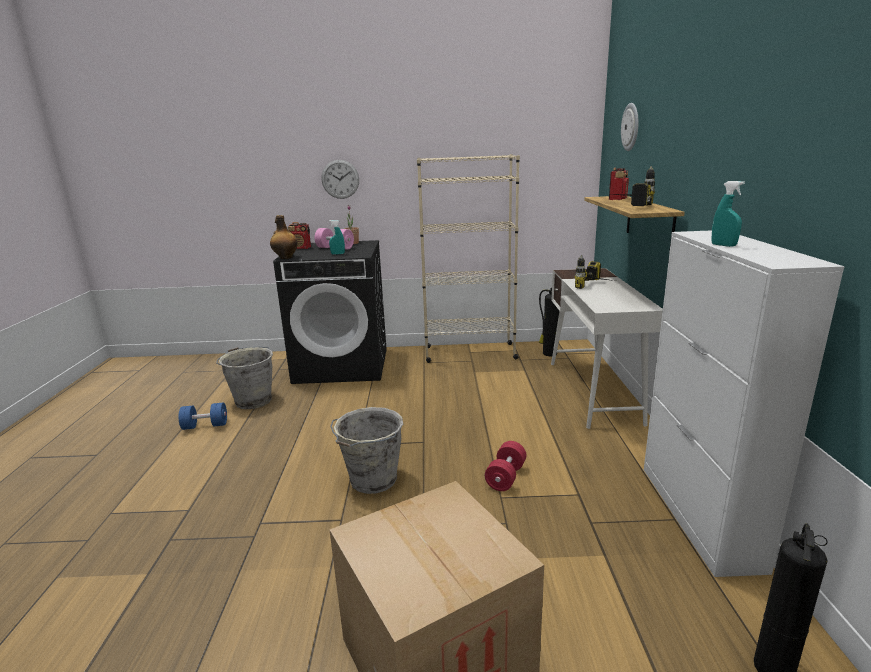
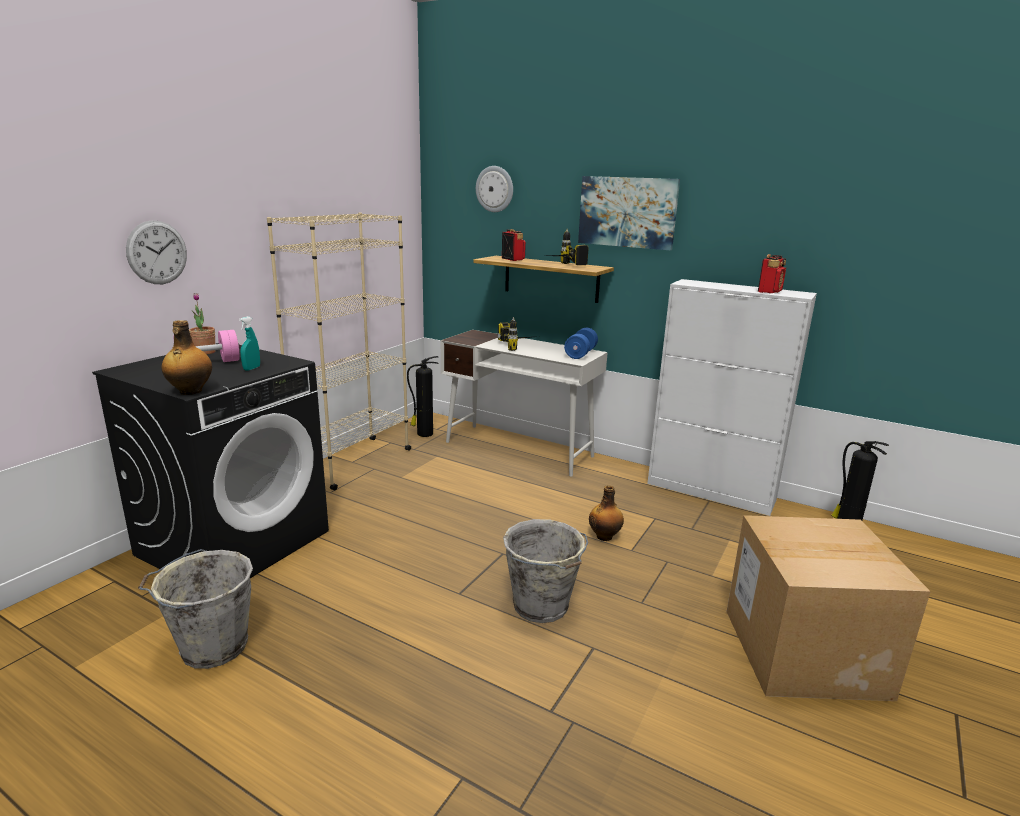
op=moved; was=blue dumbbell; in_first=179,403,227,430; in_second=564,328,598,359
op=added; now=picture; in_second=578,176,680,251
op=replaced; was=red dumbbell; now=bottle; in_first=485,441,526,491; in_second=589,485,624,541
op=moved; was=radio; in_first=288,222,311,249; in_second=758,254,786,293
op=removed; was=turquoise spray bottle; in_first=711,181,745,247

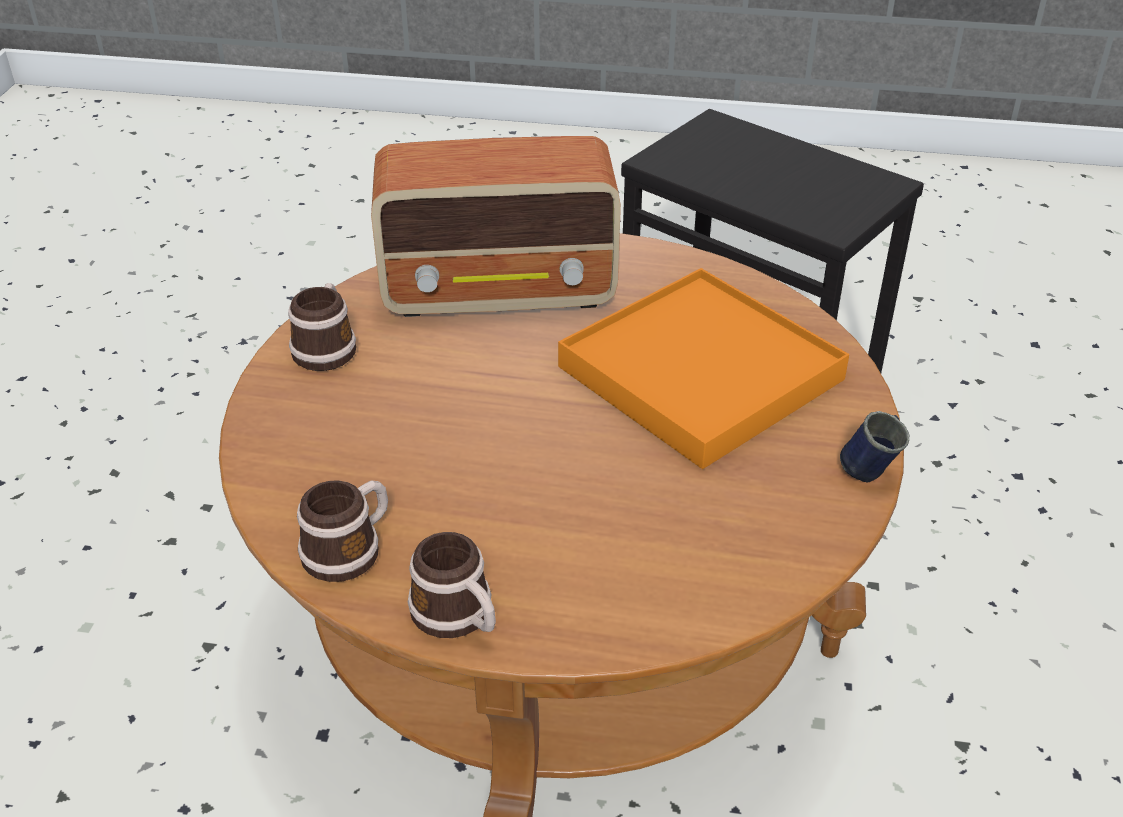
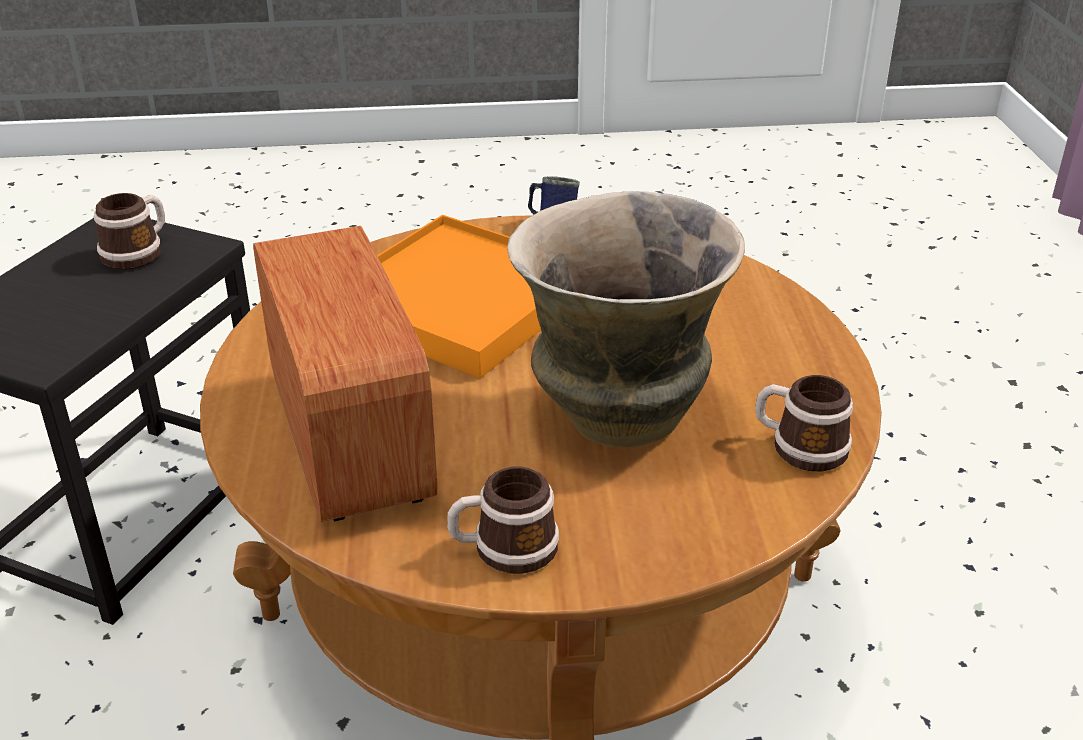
op=moved; was=mug; in_first=408,532,496,638; in_second=94,193,165,270
op=added; now=vase; in_second=507,191,745,447

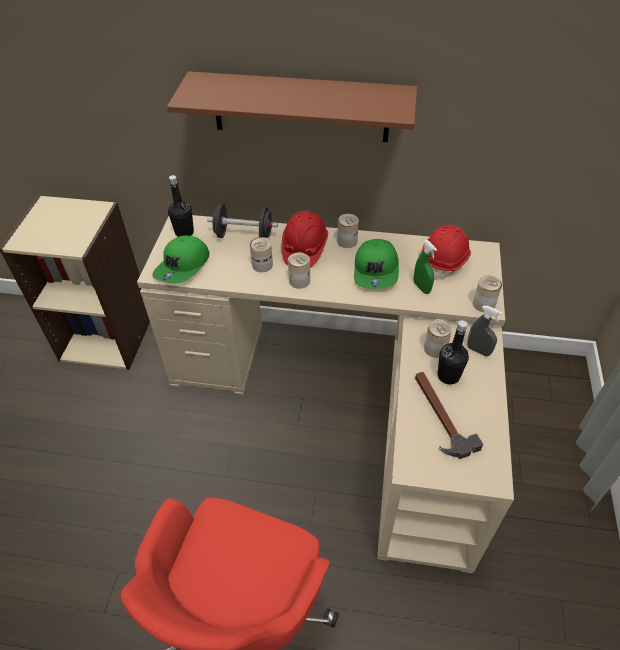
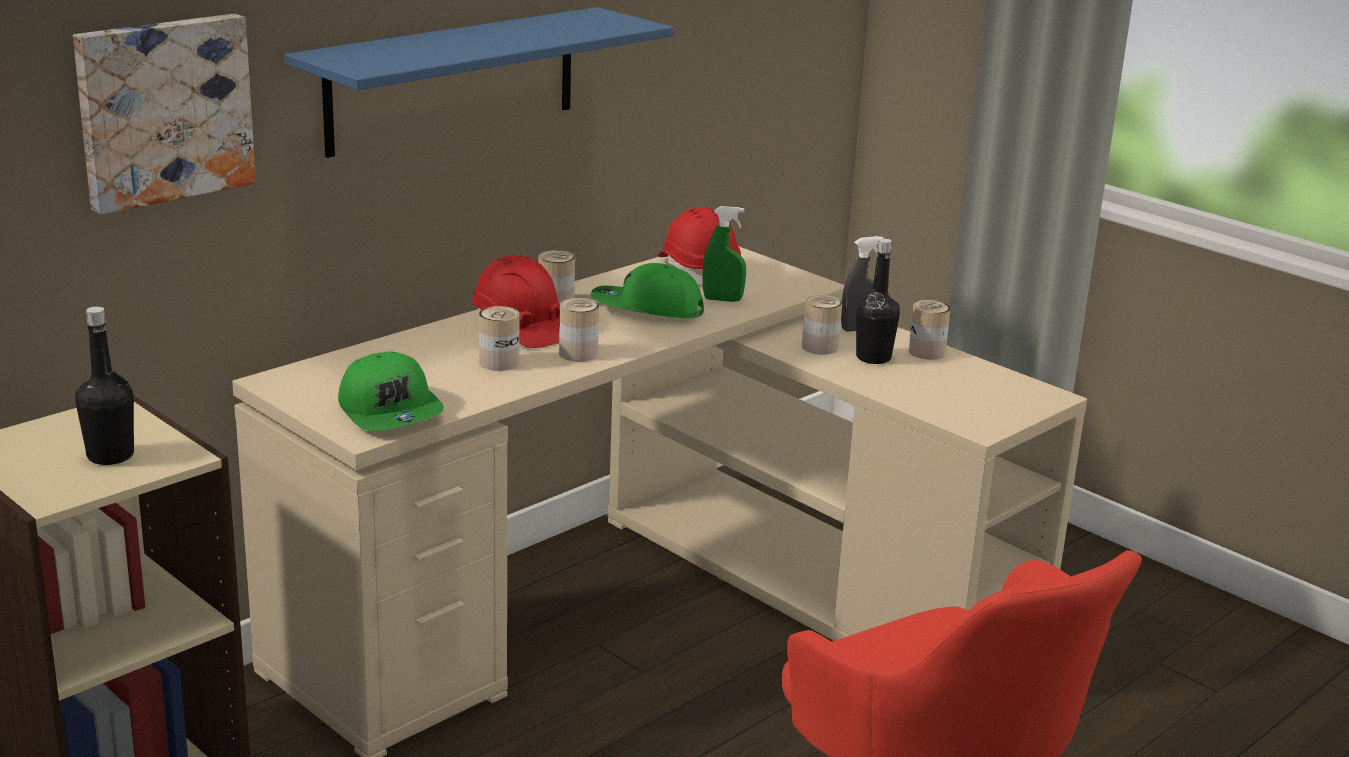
op=added; now=picture; in_second=73,14,256,215
op=moved; was=black bottle; in_first=168,175,194,237; in_second=75,306,134,465
op=recoloured; was=brown shelf; now=blue shelf; in_first=167,71,417,142; in_second=284,7,673,158
op=turned; was=green cap; in_first=354,239,399,289; in_second=591,263,704,318; clockwise=150
op=moved; was=can; in_first=473,275,502,312; in_second=908,300,951,360
op=removed; was=black dumbbell; in_first=207,204,278,238
op=removed; was=hammer; in_first=415,372,483,459

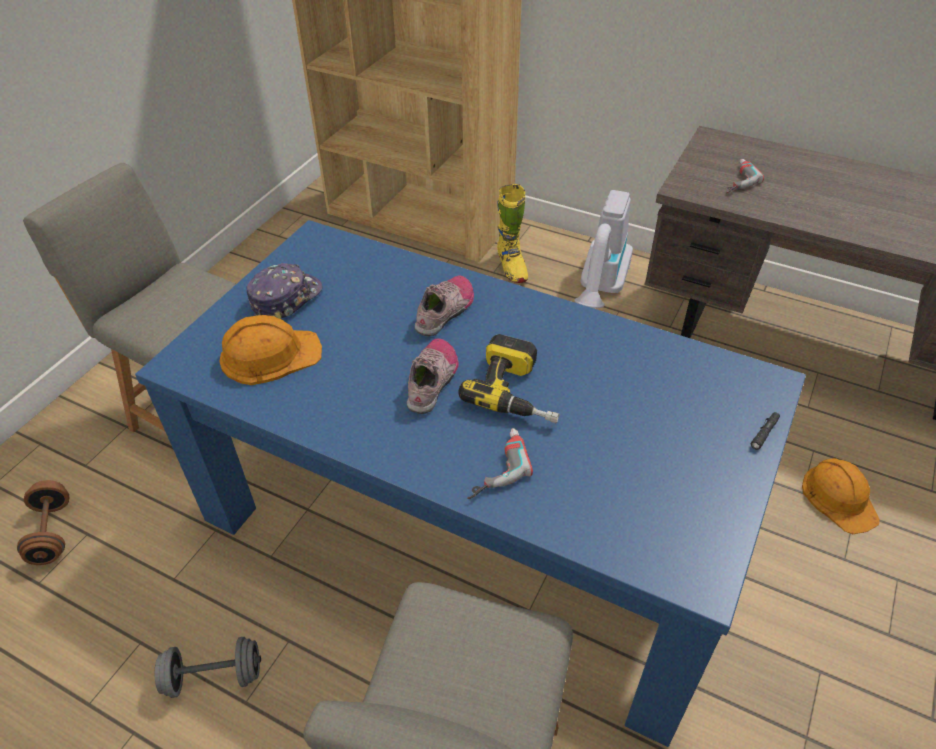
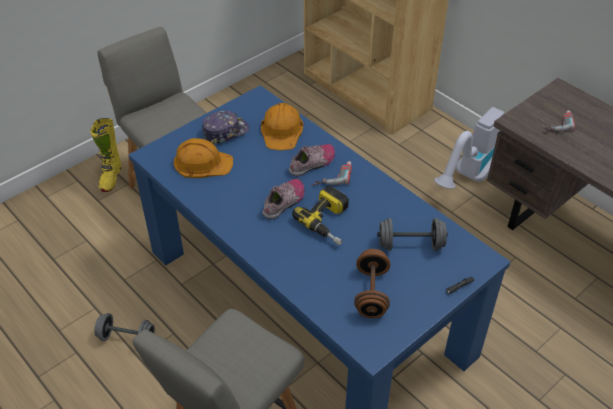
op=moved; was=yellow boot; in_first=497,184,528,283; in_second=91,118,121,192
op=moved; was=orange hard hat; in_first=802,458,880,534; in_second=261,103,303,150
op=moved; was=power drill; in_first=467,428,533,499; in_second=311,161,352,185
op=moved; was=brown dumbbell; in_first=17,480,69,565; in_second=354,249,390,318
op=added; now=grey dumbbell; in_second=377,218,448,251

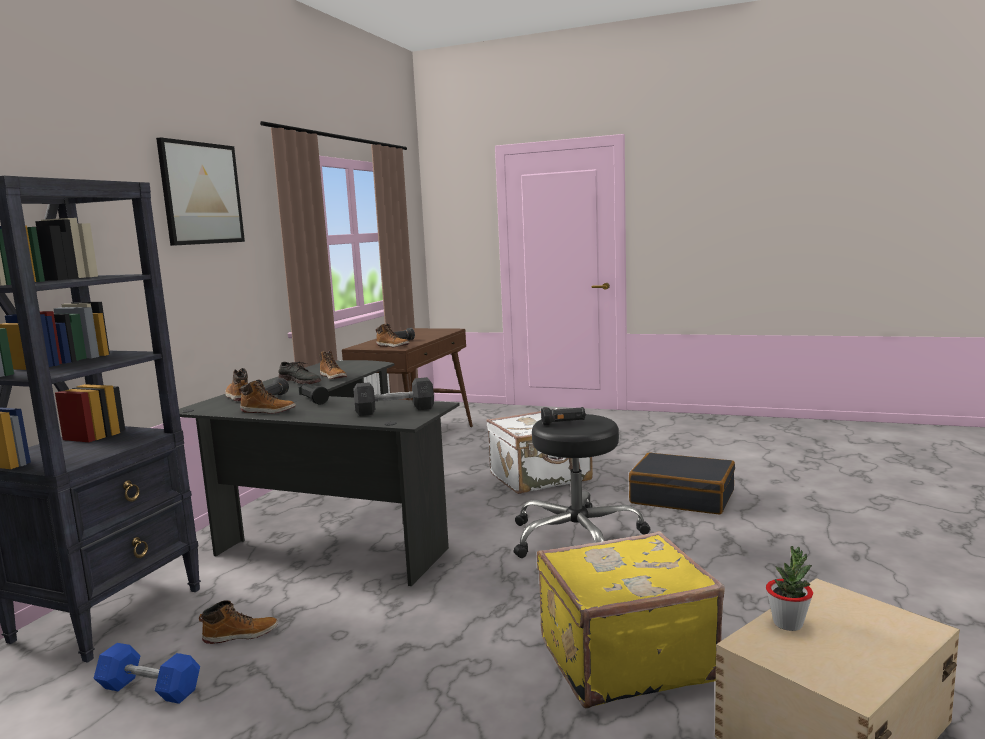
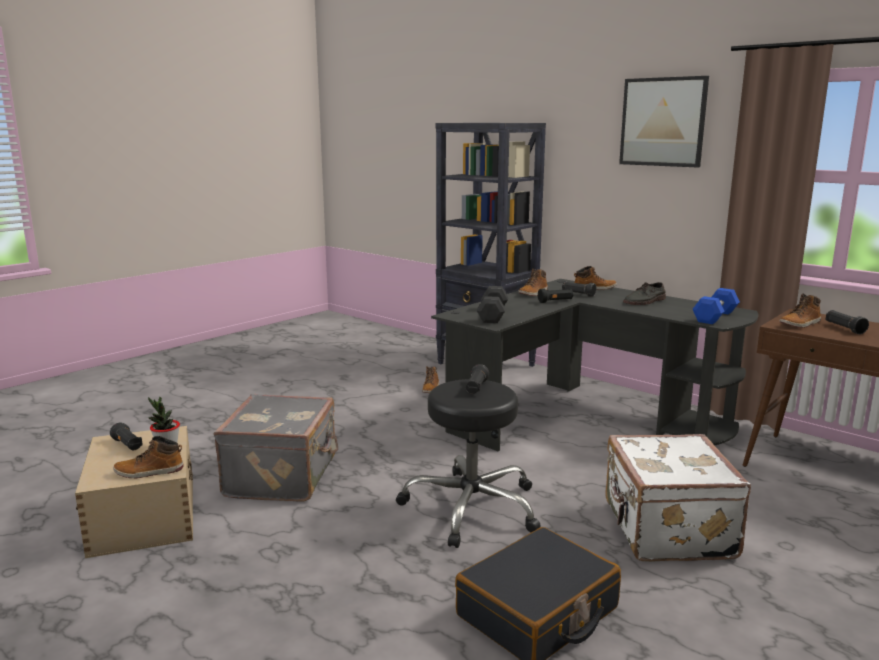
op=added; now=black flashlight; in_second=110,422,143,450
op=moved; was=boot; in_first=319,350,347,379; in_second=113,436,183,479
op=recoloured; was=yellow suitcase; now=grey suitcase; in_first=537,531,725,709; in_second=214,394,338,502
op=moved; was=blue dumbbell; in_first=93,643,200,704; in_second=693,288,740,324

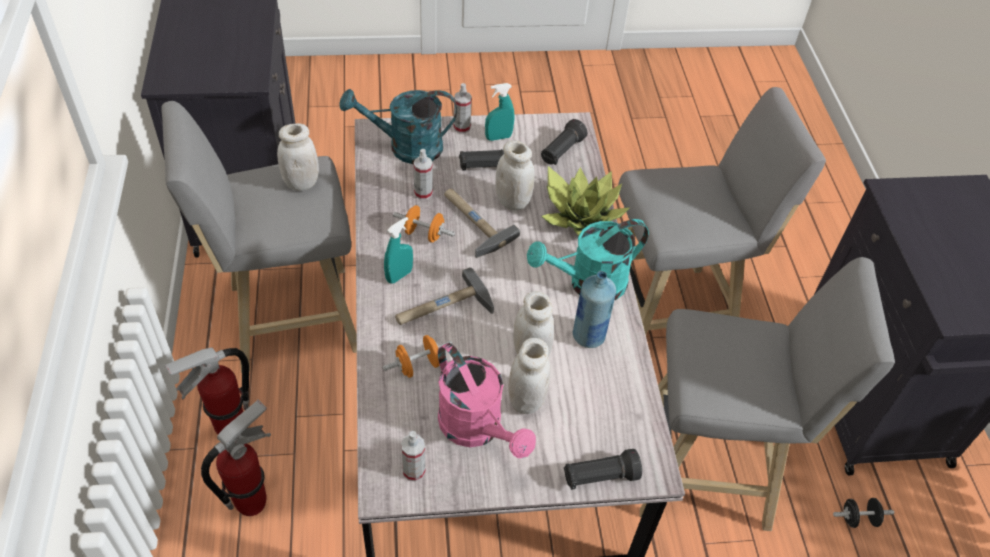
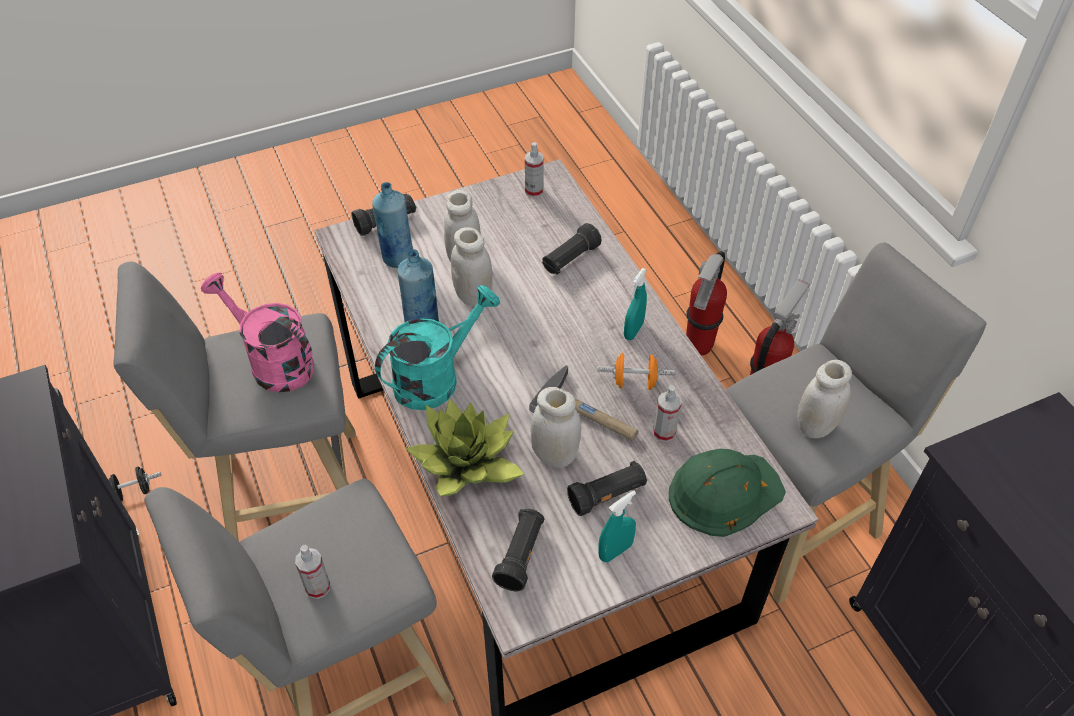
op=moved; was=pink watering can; in_first=438,343,536,458; in_second=201,272,314,393
op=moved; was=spray bottle; in_first=454,83,472,133; in_second=295,545,330,599
op=added; now=blue bottle; in_second=372,182,413,268
op=replaced; was=orange dumbbell; now=black flashlight; in_first=383,335,452,378; in_second=542,223,601,275
op=replaced; was=turquoise watering can; now=green hard hat; in_first=339,89,457,164; in_second=669,449,786,537
op=removed; was=hammer; in_first=395,267,494,325

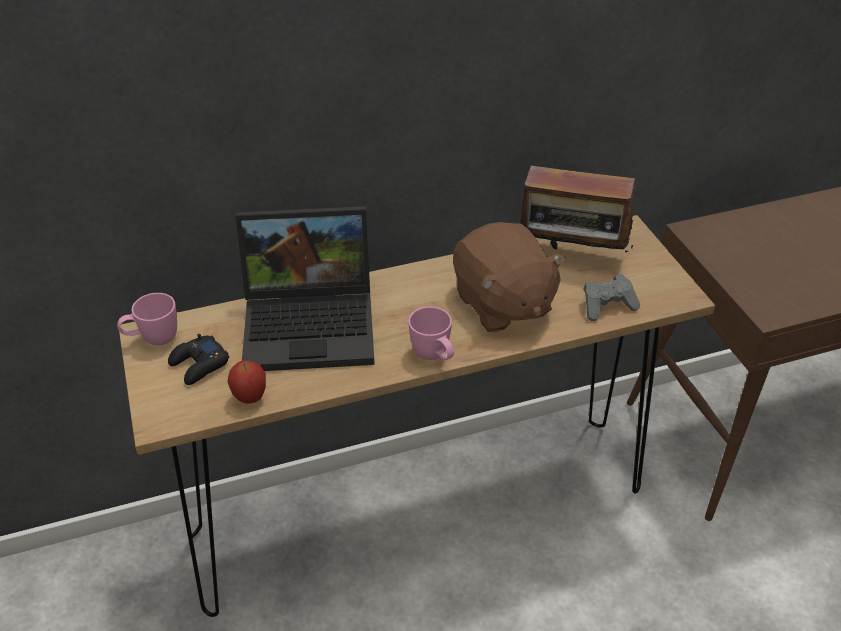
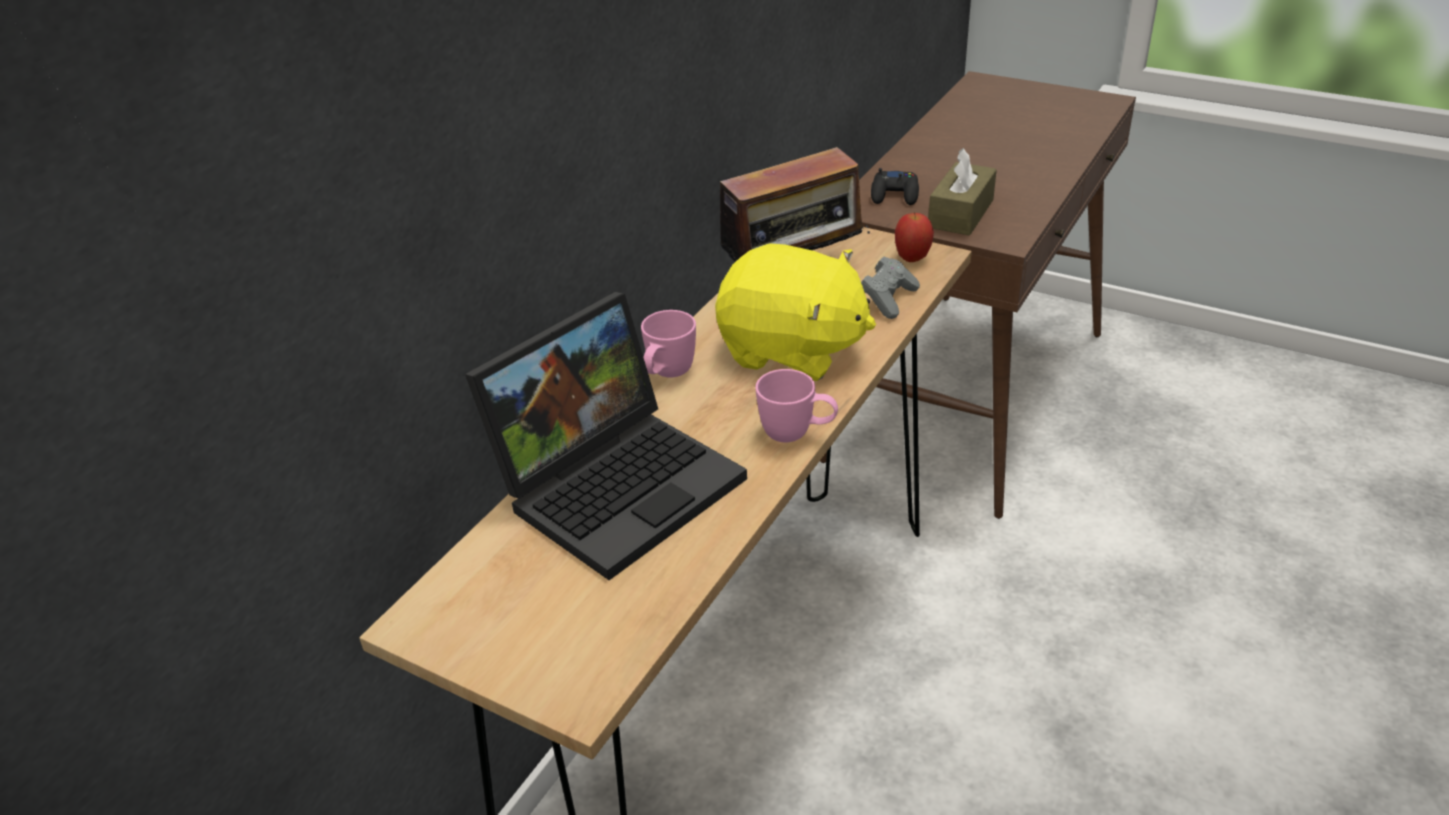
op=moved; was=pink mug; in_first=117,293,177,345; in_second=641,310,696,378
op=recoloured; was=brown plush toy; now=yellow plush toy; in_first=453,222,566,332; in_second=715,243,876,381
op=moved; was=black game controller; in_first=168,334,229,385; in_second=871,168,919,205
op=moved; was=apple; in_first=227,360,266,404; in_second=895,212,934,262
op=added; now=brown tissue box; in_second=928,148,997,235

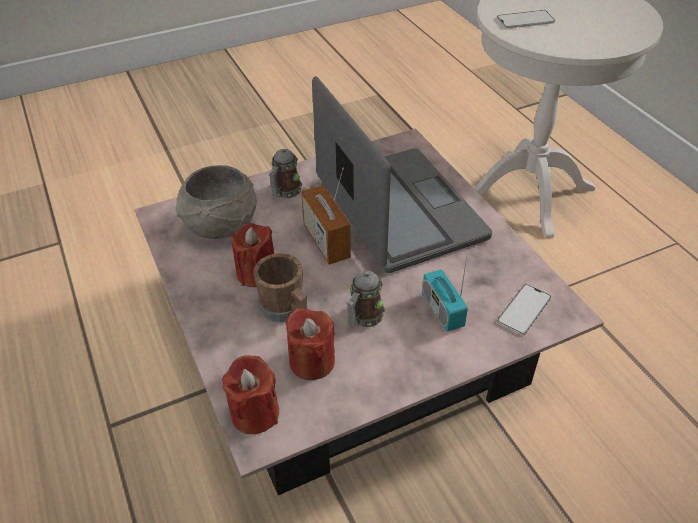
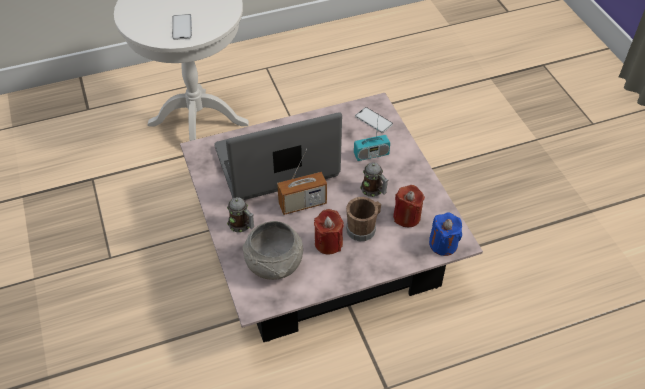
op=recoloured; was=red candle; now=blue candle; in_first=222,355,279,434; in_second=429,212,462,256

